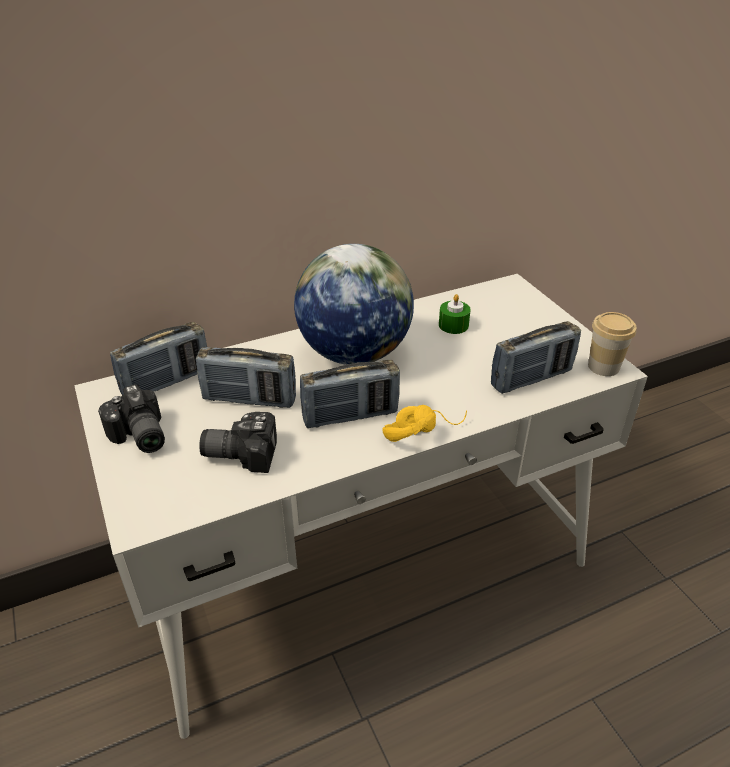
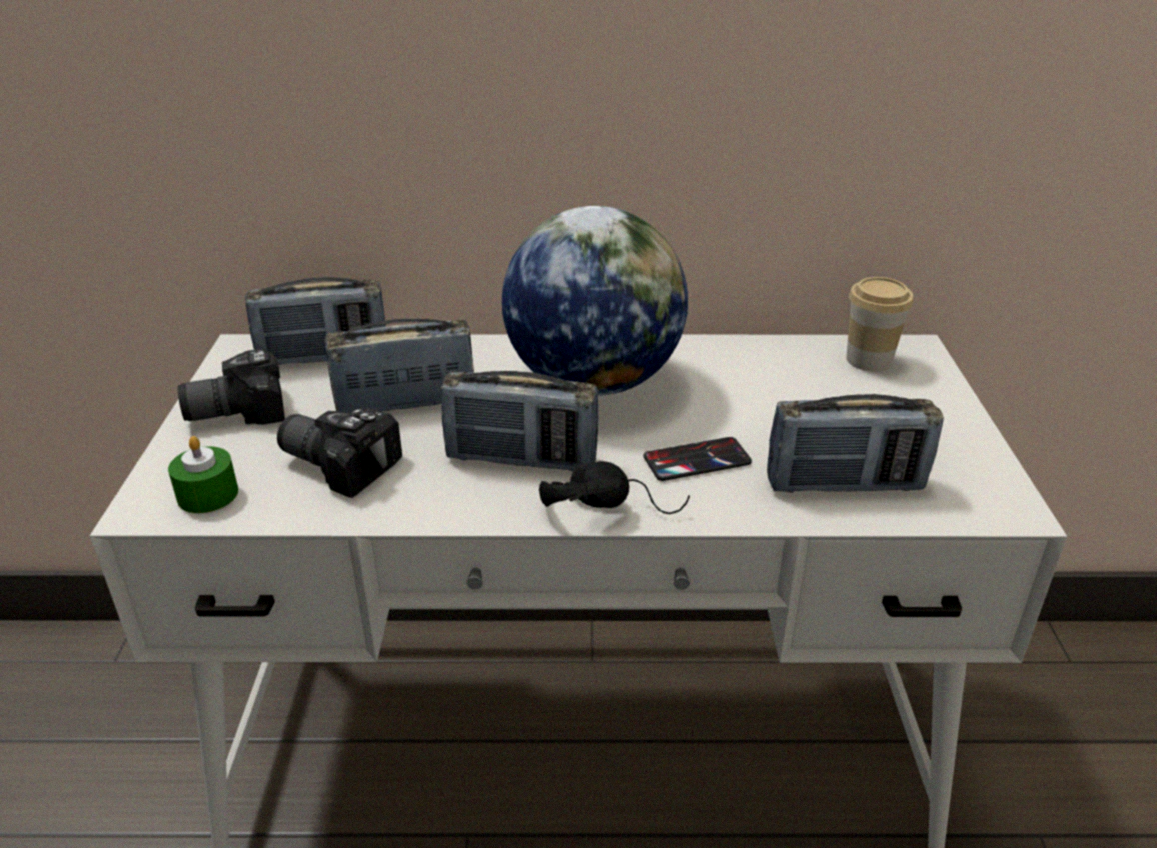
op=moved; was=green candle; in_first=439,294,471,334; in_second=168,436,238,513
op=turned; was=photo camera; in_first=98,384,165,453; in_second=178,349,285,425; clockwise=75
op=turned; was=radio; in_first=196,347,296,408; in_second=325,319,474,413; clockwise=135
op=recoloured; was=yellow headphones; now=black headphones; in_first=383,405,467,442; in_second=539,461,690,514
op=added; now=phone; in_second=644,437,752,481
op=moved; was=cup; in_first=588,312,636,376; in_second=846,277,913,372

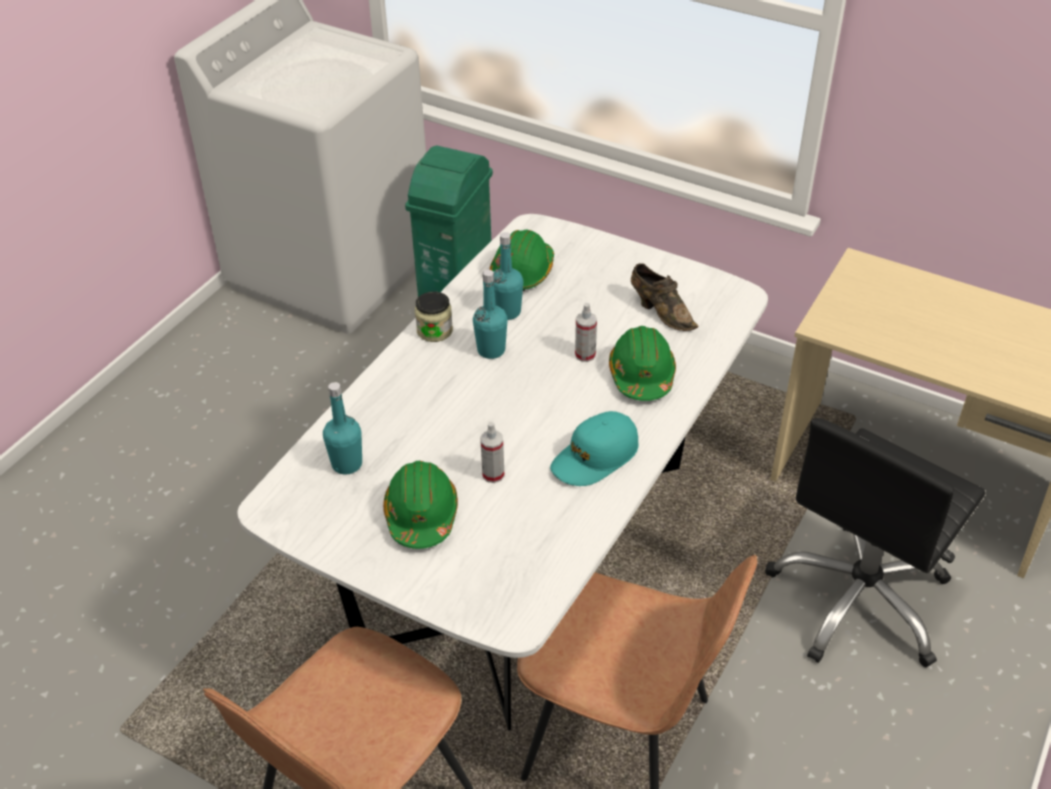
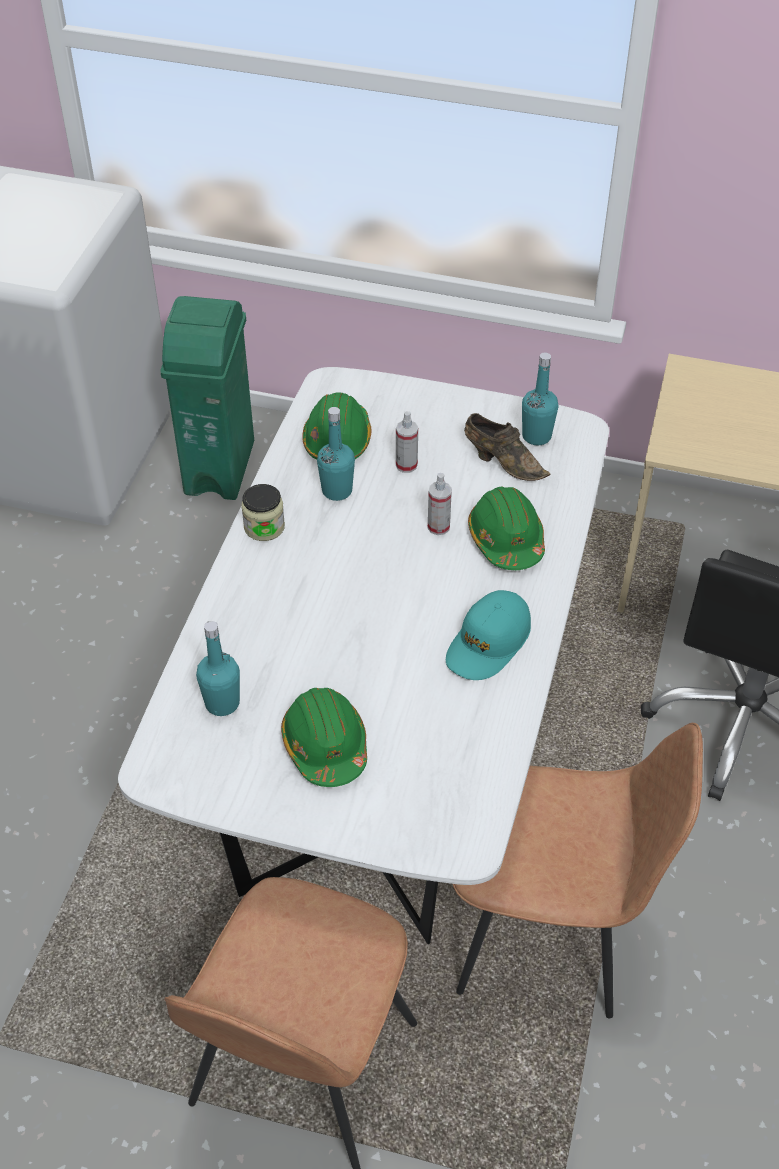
op=moved; was=spray bottle; in_first=480,422,504,483; in_second=396,411,418,473
op=moved; was=turquoise bottle; in_first=473,270,508,359; in_second=522,353,558,445

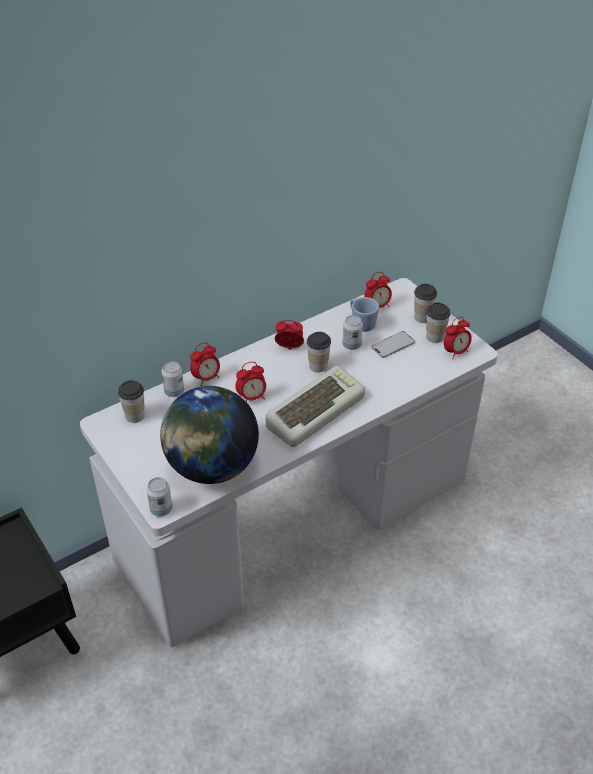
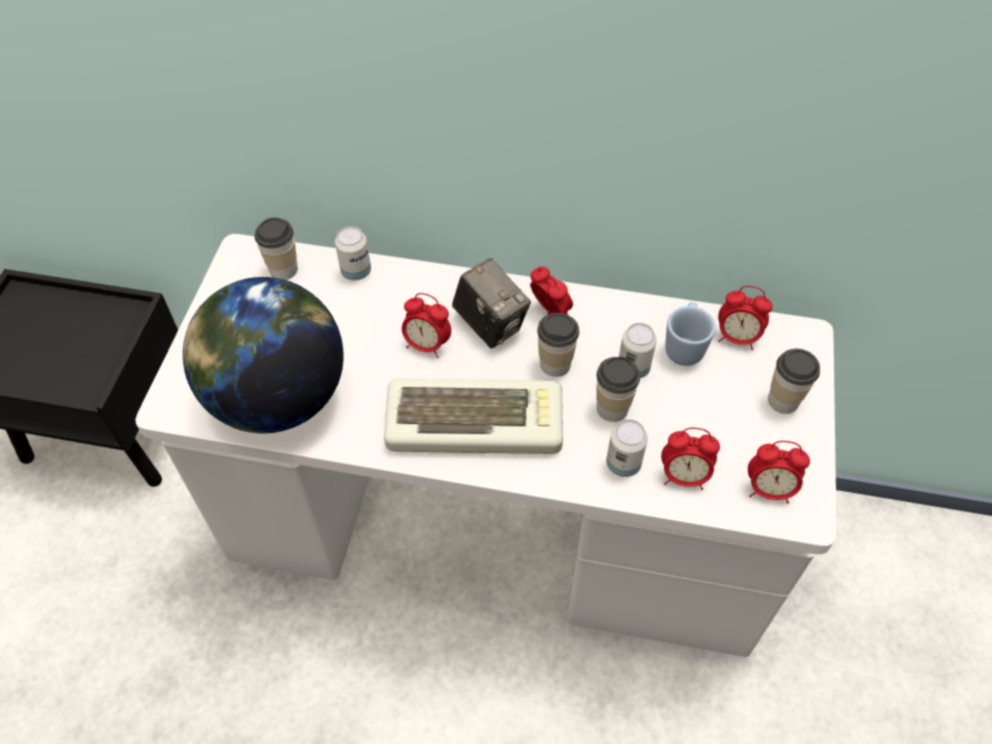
op=added; now=photo camera; in_second=452,258,531,348
op=moved; was=cup; in_first=426,302,450,343; in_second=596,357,640,422
op=moved; was=can; in_first=146,477,172,517; in_second=606,420,648,477
op=moved; was=alarm clock; in_first=190,342,220,386; in_second=661,428,720,490
op=removed; was=phone; in_first=371,331,415,358

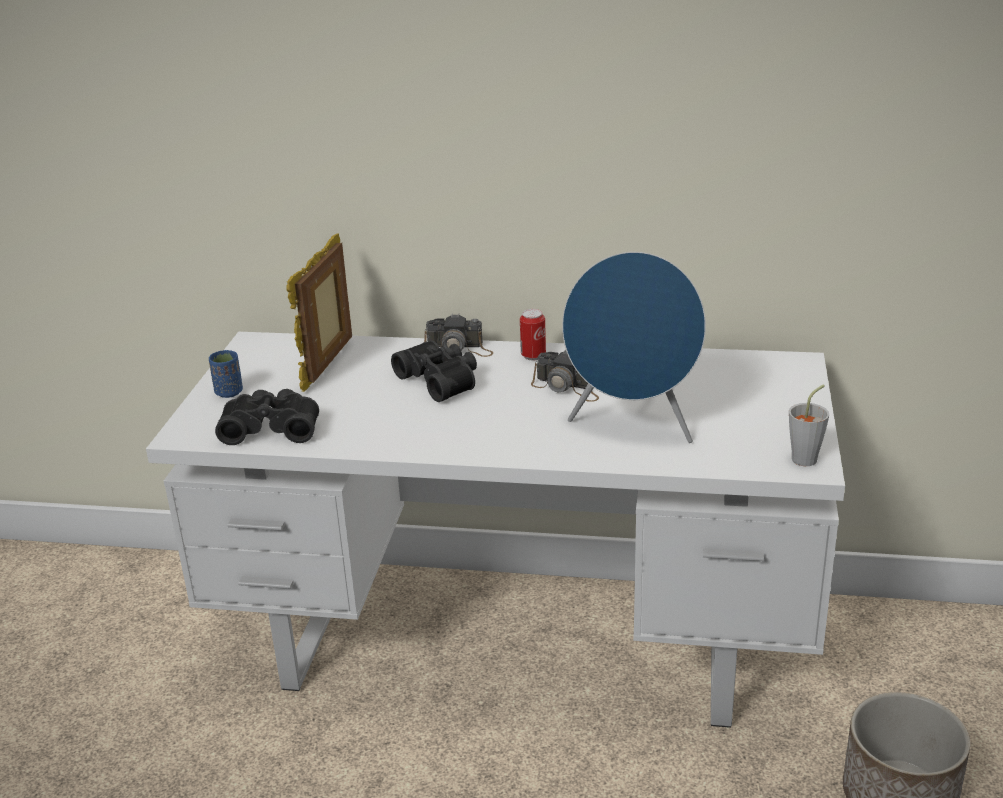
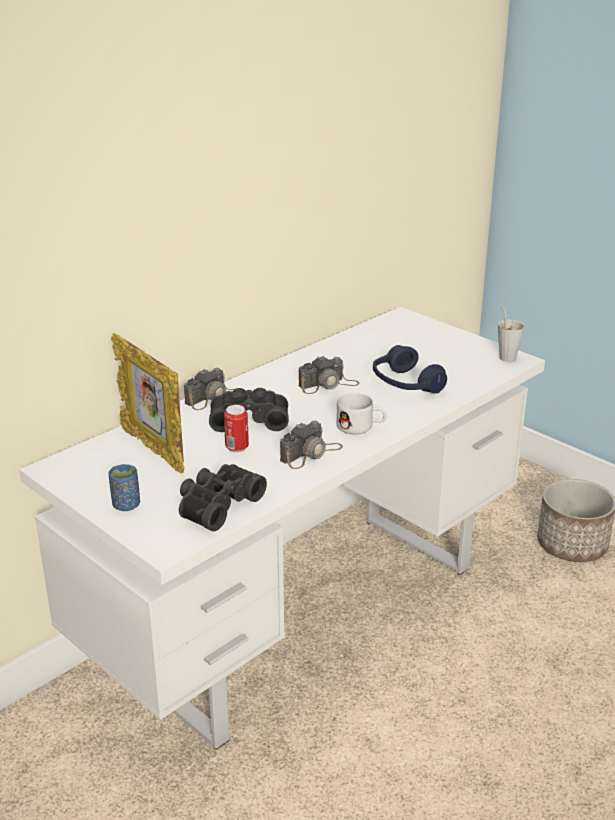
op=moved; was=can; in_first=520,309,546,360; in_second=224,405,249,453
op=added; now=photo camera; in_second=280,421,343,469
op=added; now=white mug; in_second=336,393,387,435
op=replaced; was=blue speaker; now=blue headphones; in_first=562,252,706,443; in_second=373,345,447,394

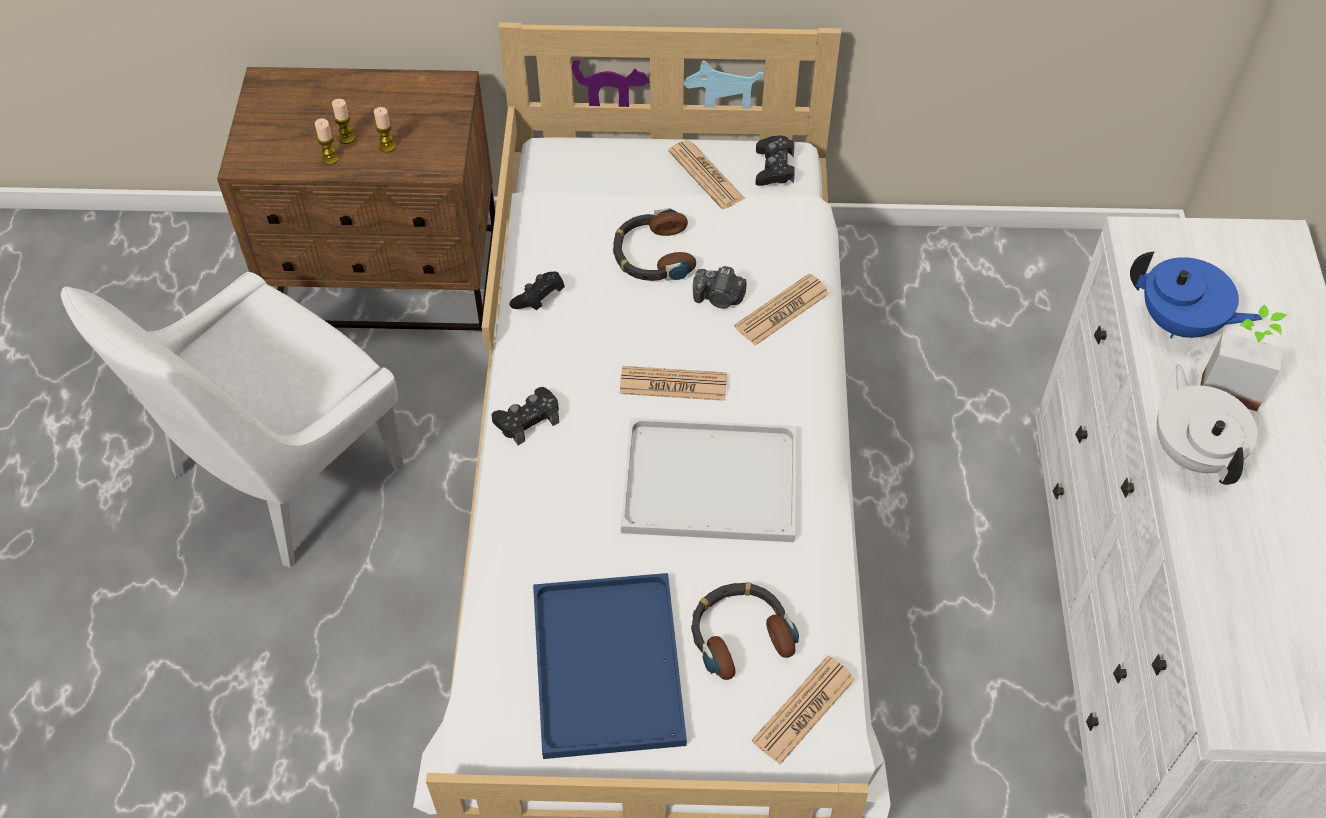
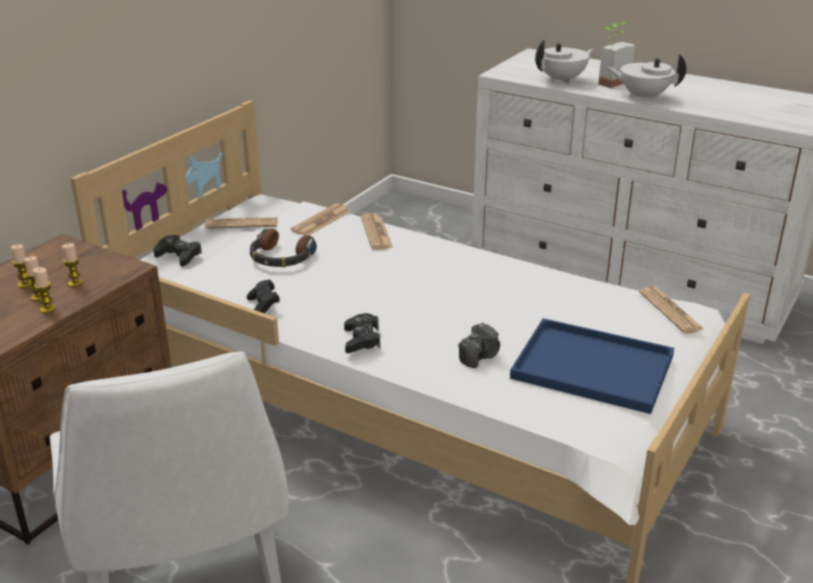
op=added; now=candle; in_second=11,244,33,288
op=moved; was=black game controller; in_first=755,136,795,186; in_second=153,235,202,267
op=moved; was=newspaper; in_first=620,366,727,401; in_second=291,203,350,235
op=moved; was=photo camera; in_first=693,266,746,309; in_second=458,322,500,368
op=recoloured; was=blue teapot; now=white teapot; in_first=1130,251,1263,338; in_second=535,40,594,84
op=removed; was=white tray; in_first=621,418,796,542
op=removed; was=headphones; in_first=691,582,799,680

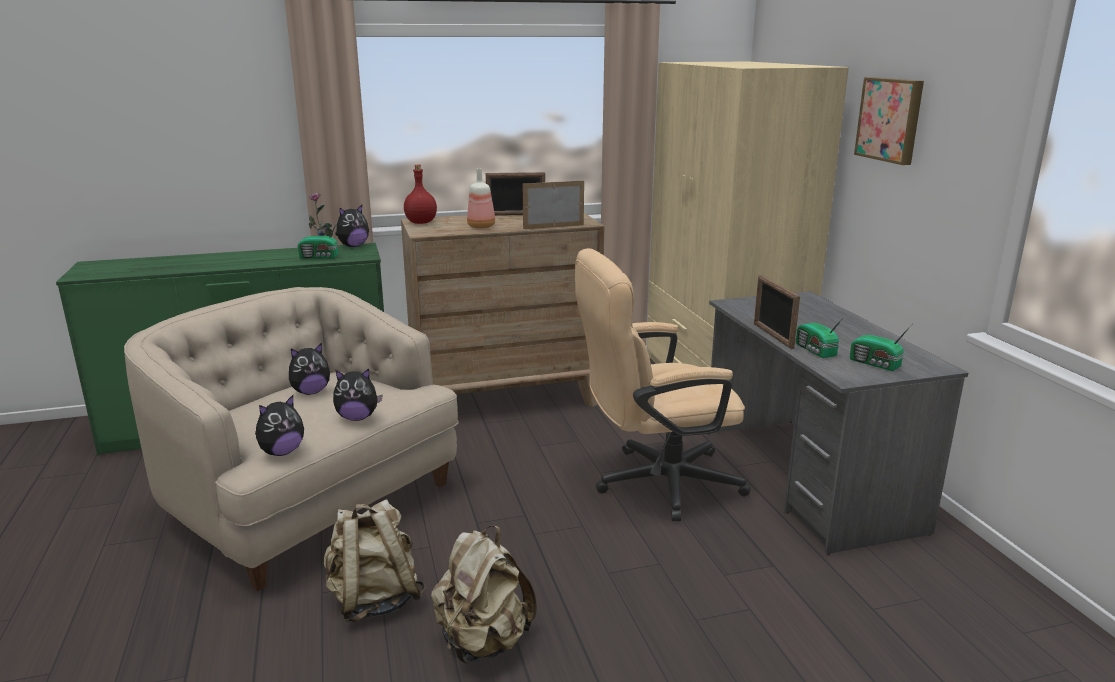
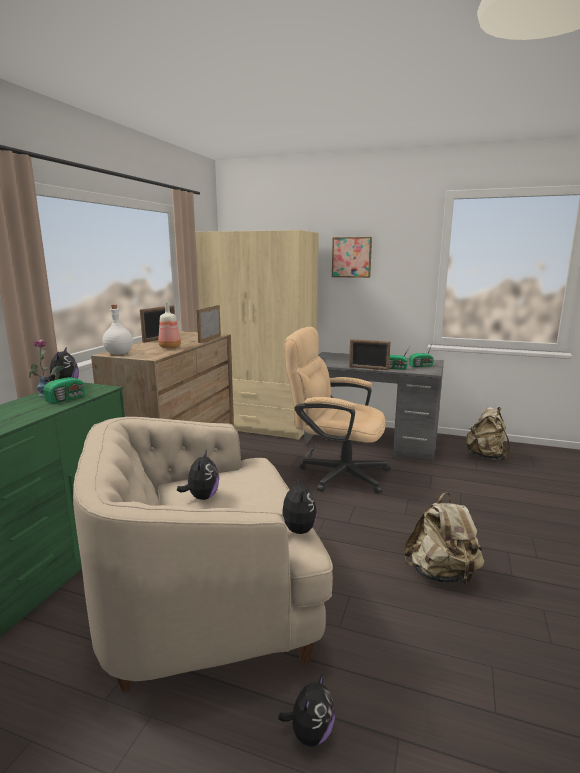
op=recoloured; was=red bottle; now=white bottle; in_first=404,165,437,224; in_second=103,305,133,355
op=moved; was=plush toy; in_first=333,369,383,421; in_second=278,673,335,747
op=turned; was=beige office chair; in_first=575,248,751,522; in_second=284,327,390,494; clockwise=90
op=moved; was=beige backpack; in_first=324,499,426,622; in_second=465,407,510,461

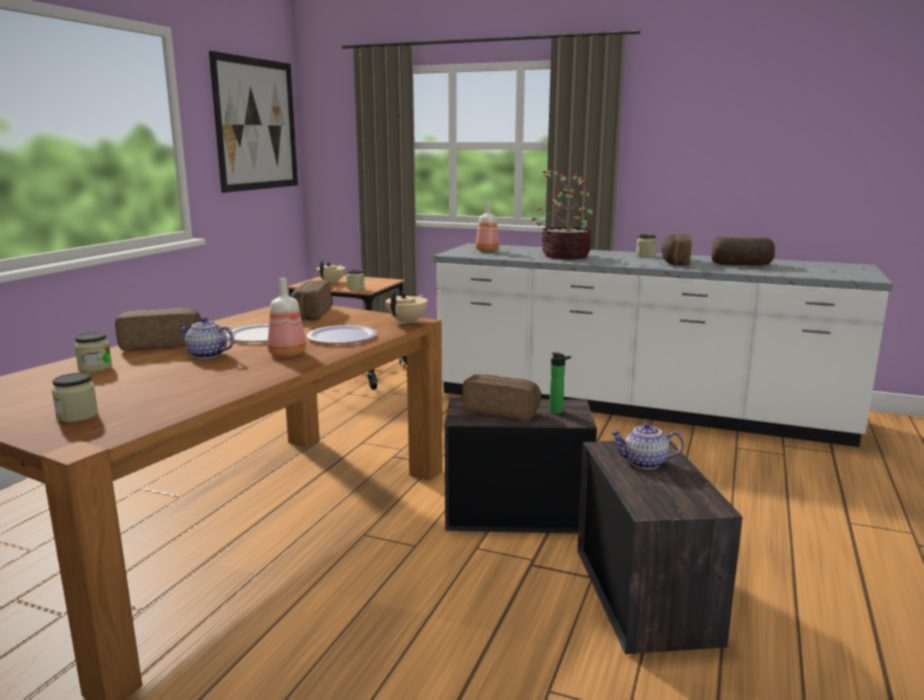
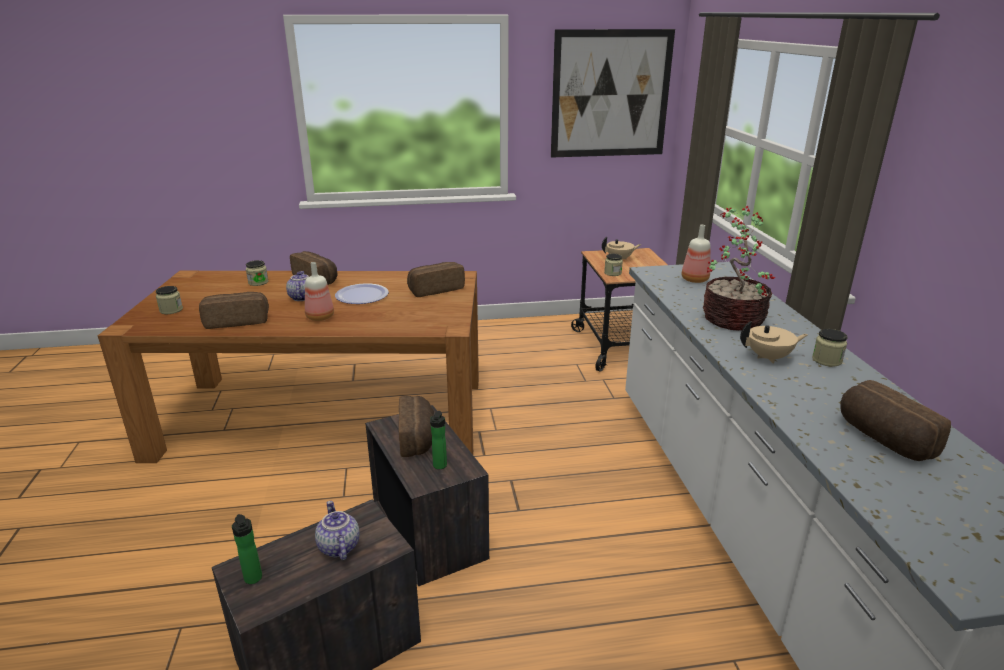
op=moved; was=bread; in_first=661,234,692,266; in_second=199,292,269,329
op=added; now=bottle; in_second=232,514,262,584
op=moved; was=beige teapot; in_first=386,290,428,324; in_second=740,321,808,364
op=removed; was=plate; in_first=307,325,377,344

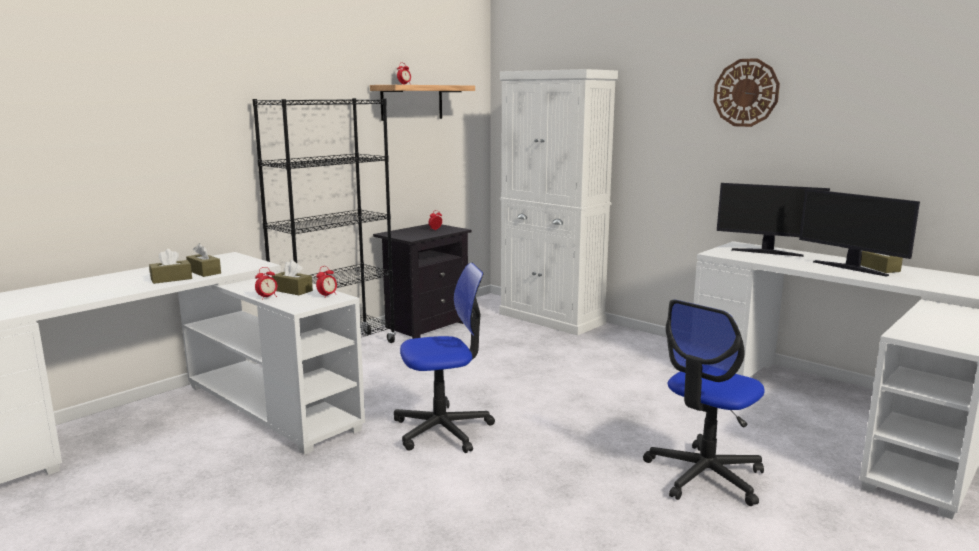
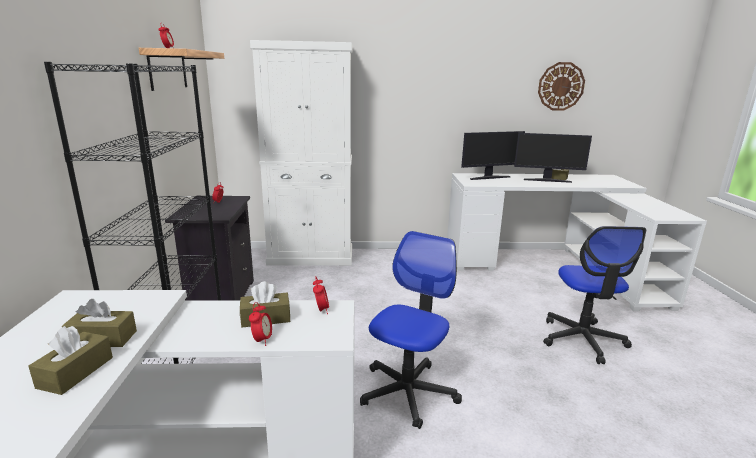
op=moved; was=wall clock; in_first=713,58,780,127; in_second=538,62,585,111

